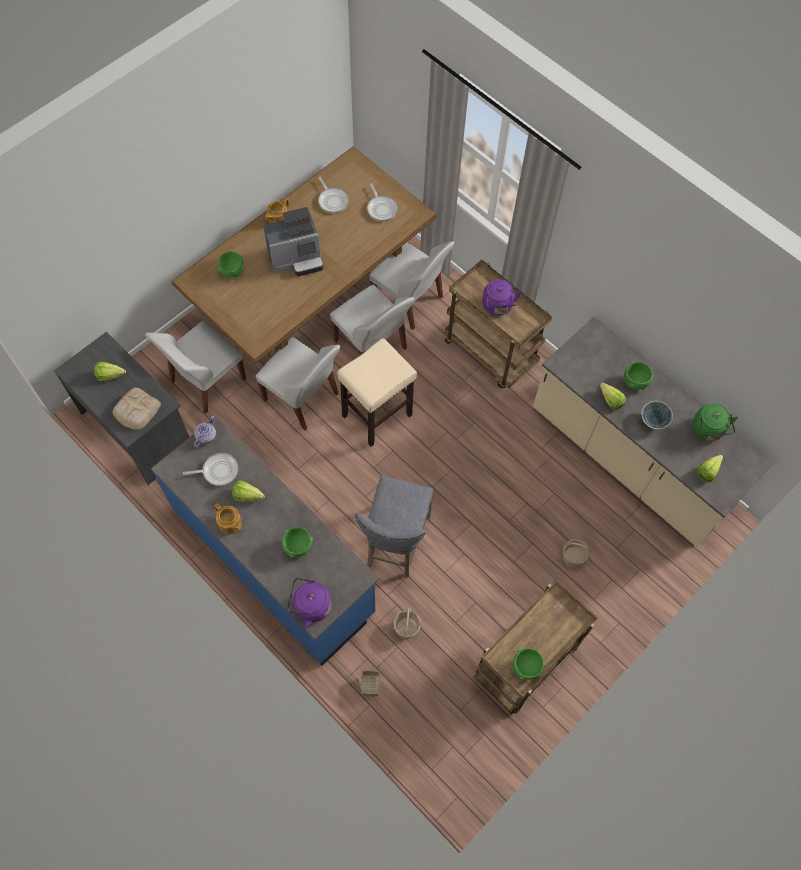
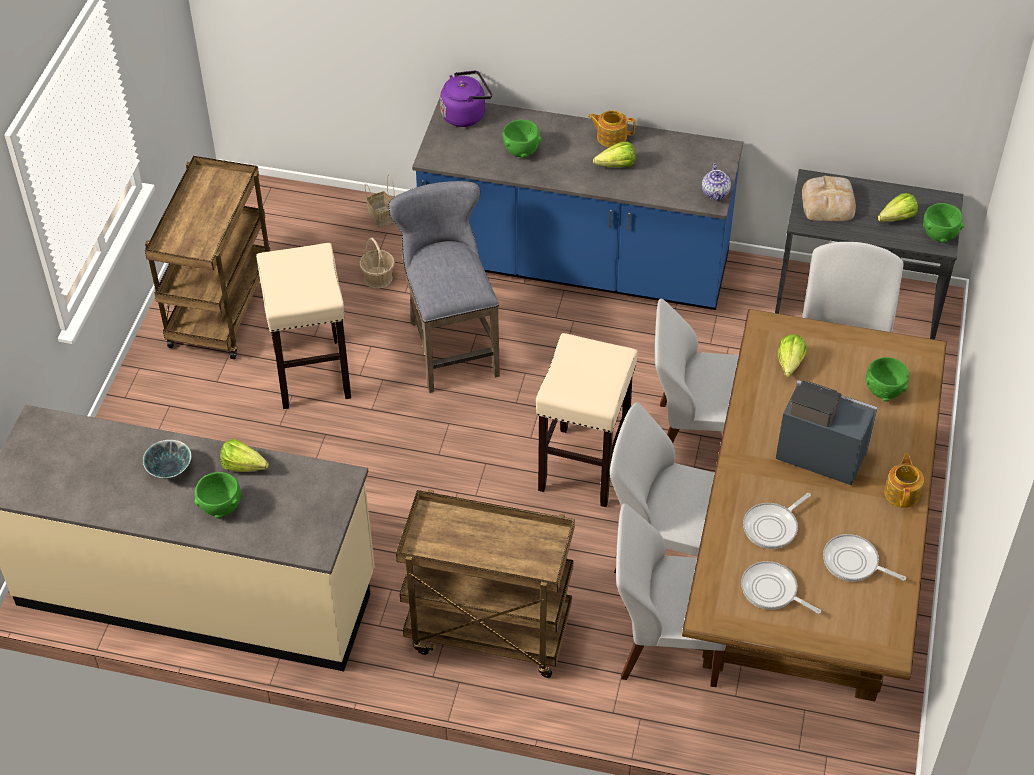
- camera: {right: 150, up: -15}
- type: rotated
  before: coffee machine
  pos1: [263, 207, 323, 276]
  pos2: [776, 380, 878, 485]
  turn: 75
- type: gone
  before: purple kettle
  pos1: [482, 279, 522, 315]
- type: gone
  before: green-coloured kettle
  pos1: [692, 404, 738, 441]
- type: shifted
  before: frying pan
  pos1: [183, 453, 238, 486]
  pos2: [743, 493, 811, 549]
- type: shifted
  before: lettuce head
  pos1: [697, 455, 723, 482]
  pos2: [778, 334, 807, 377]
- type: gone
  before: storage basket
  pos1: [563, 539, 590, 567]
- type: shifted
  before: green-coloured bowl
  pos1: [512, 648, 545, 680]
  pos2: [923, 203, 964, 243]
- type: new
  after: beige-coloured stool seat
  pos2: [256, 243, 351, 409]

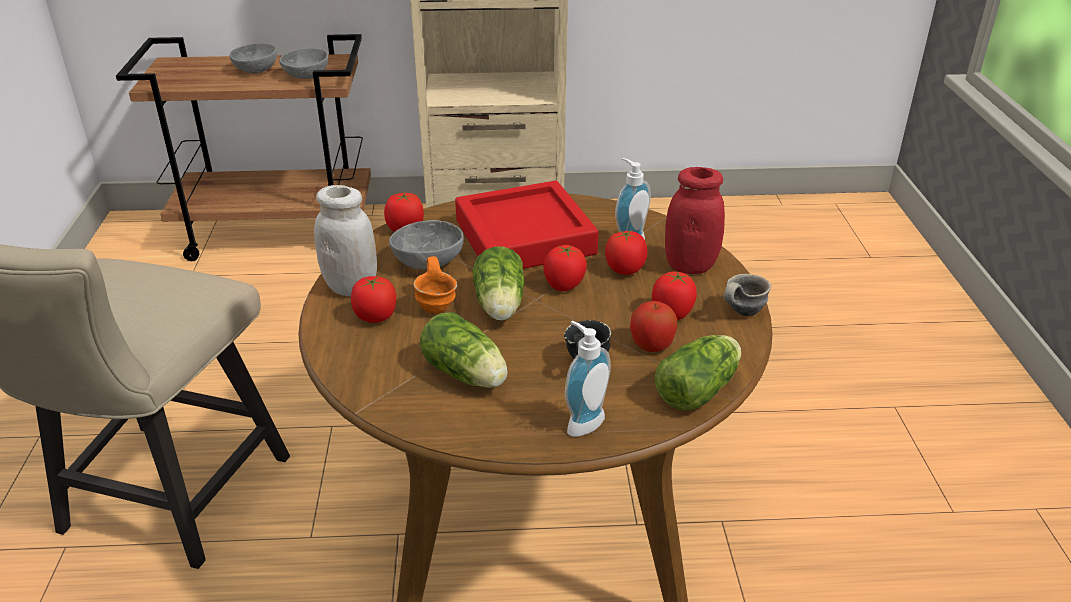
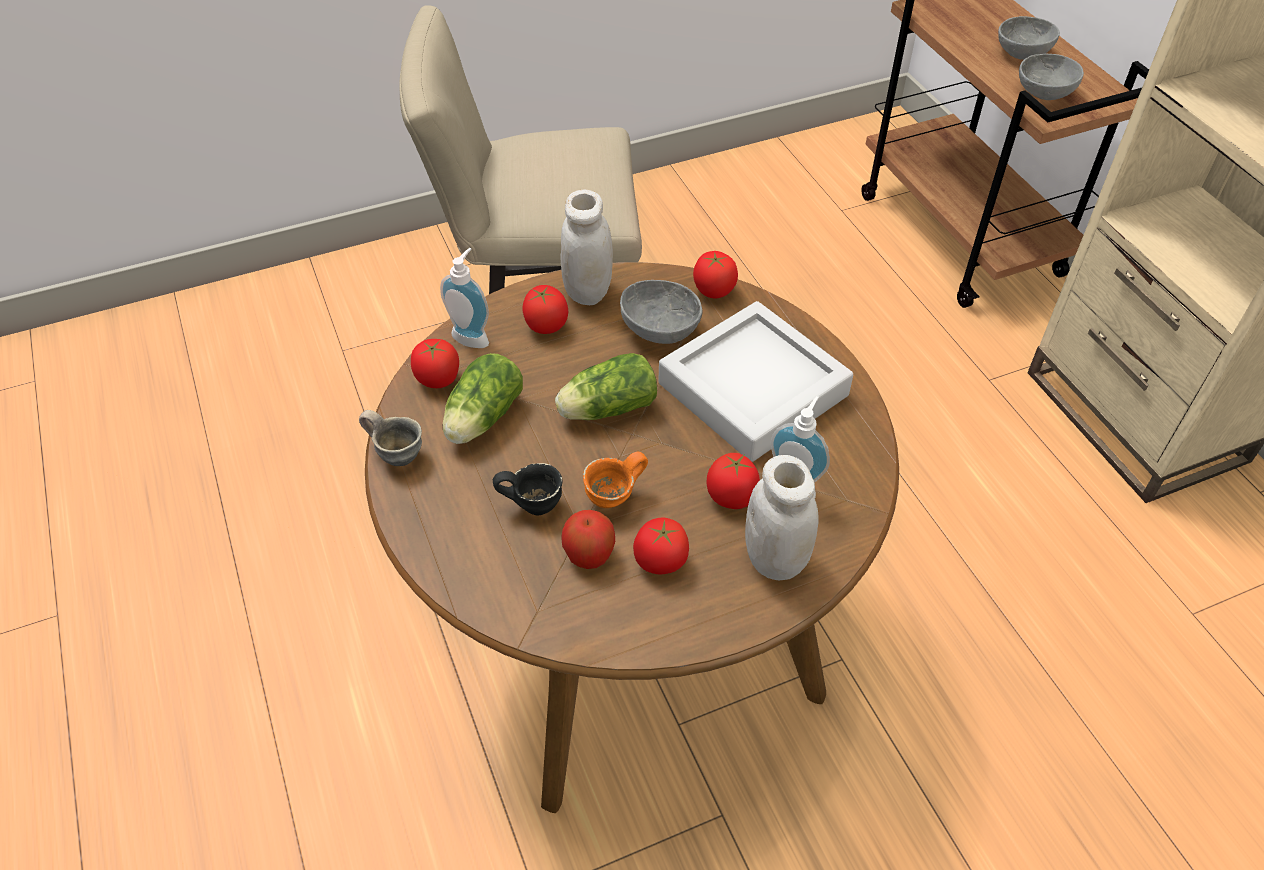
- camera: {right: 70, up: 15}
- type: repainted
  before: reddish preserve jar
  after: whitish preserve jar
  pos1: [665, 167, 725, 274]
  pos2: [745, 455, 819, 580]
- type: repainted
  before: reddish carrying tray
  after: grey carrying tray
  pos1: [455, 181, 599, 269]
  pos2: [658, 301, 853, 462]
- type: shifted
  before: whole tomato
  pos1: [543, 245, 587, 291]
  pos2: [411, 339, 459, 388]
- type: shifted
  before: orange-coloured tea mug
  pos1: [413, 256, 457, 314]
  pos2: [583, 452, 648, 508]
- type: shifted
  before: grey tea mug
  pos1: [724, 274, 771, 316]
  pos2: [359, 410, 422, 466]
- type: shifted
  before: soap dispenser
  pos1: [565, 321, 611, 437]
  pos2: [440, 248, 489, 348]
- type: gone
  before: lettuce head
  pos1: [655, 335, 741, 410]

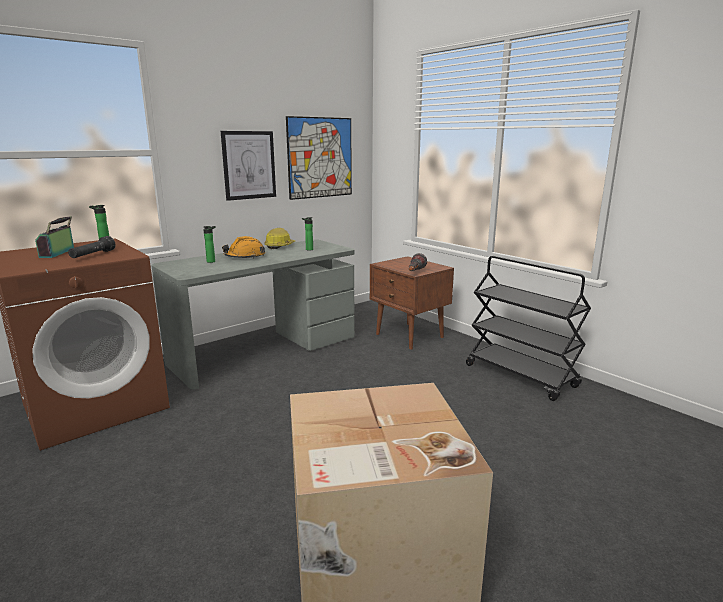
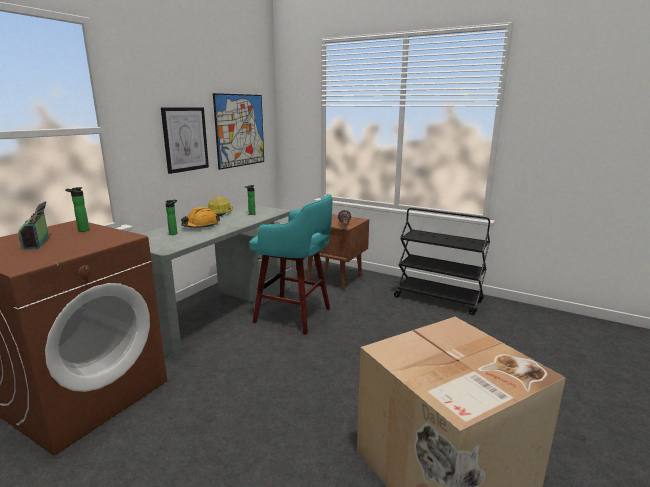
- camera: {right: -20, up: 0}
- type: gone
  before: blackish torch
  pos1: [68, 236, 116, 258]
- type: new
  after: turquoise stool seat
  pos2: [249, 194, 332, 335]

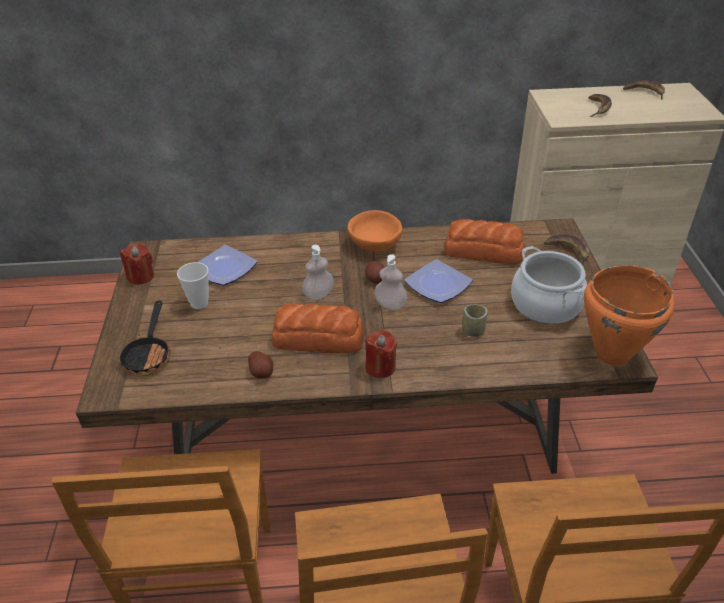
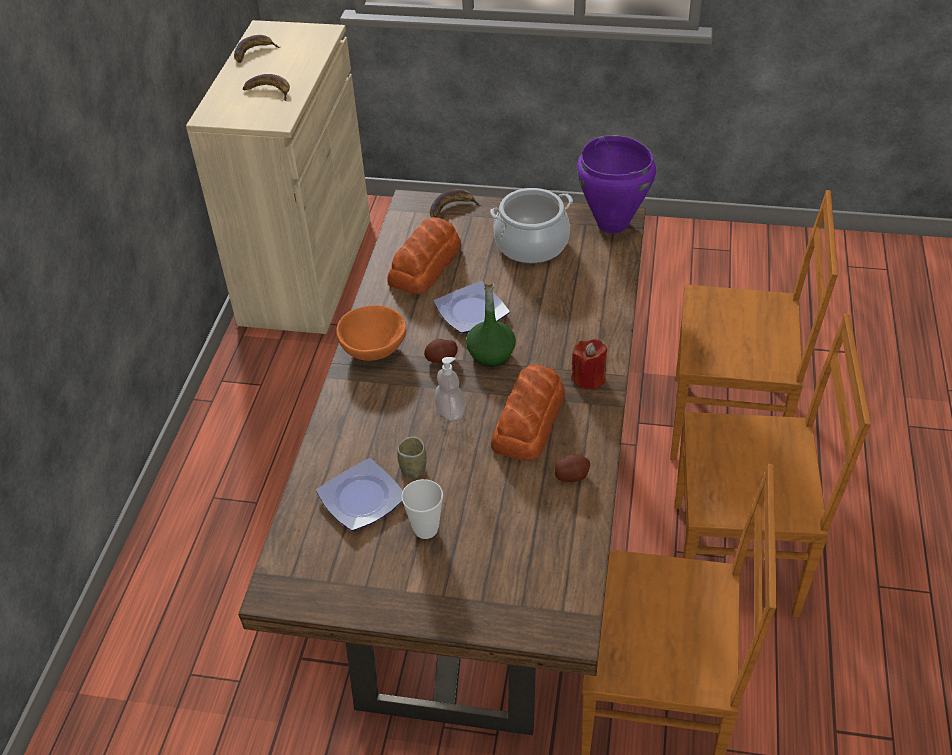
- camera: {right: -75, up: 5}
- type: gone
  before: reddish wax light
  pos1: [120, 243, 154, 284]
- type: swapped
  before: soap dispenser
  after: green-coloured bottle
  pos1: [374, 254, 408, 310]
  pos2: [466, 280, 516, 367]
- type: repainted
  before: orange-coloured saucepot
  after: purple saucepot
  pos1: [584, 265, 674, 366]
  pos2: [577, 135, 656, 233]
- type: gone
  before: frying pan
  pos1: [118, 301, 171, 376]
- type: shifted
  before: cup
  pos1: [463, 305, 488, 337]
  pos2: [397, 437, 427, 479]

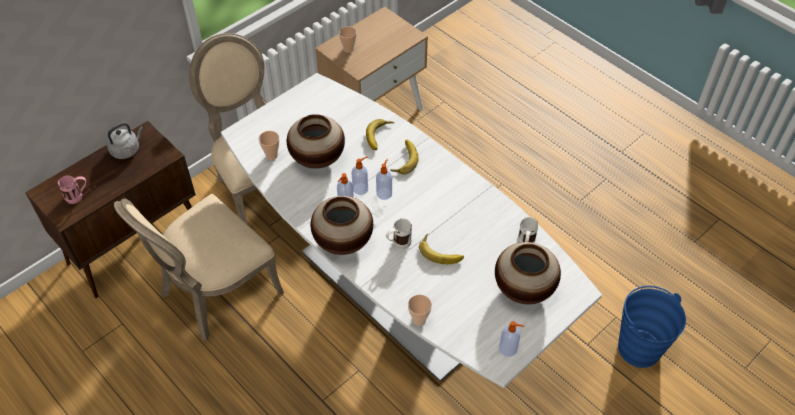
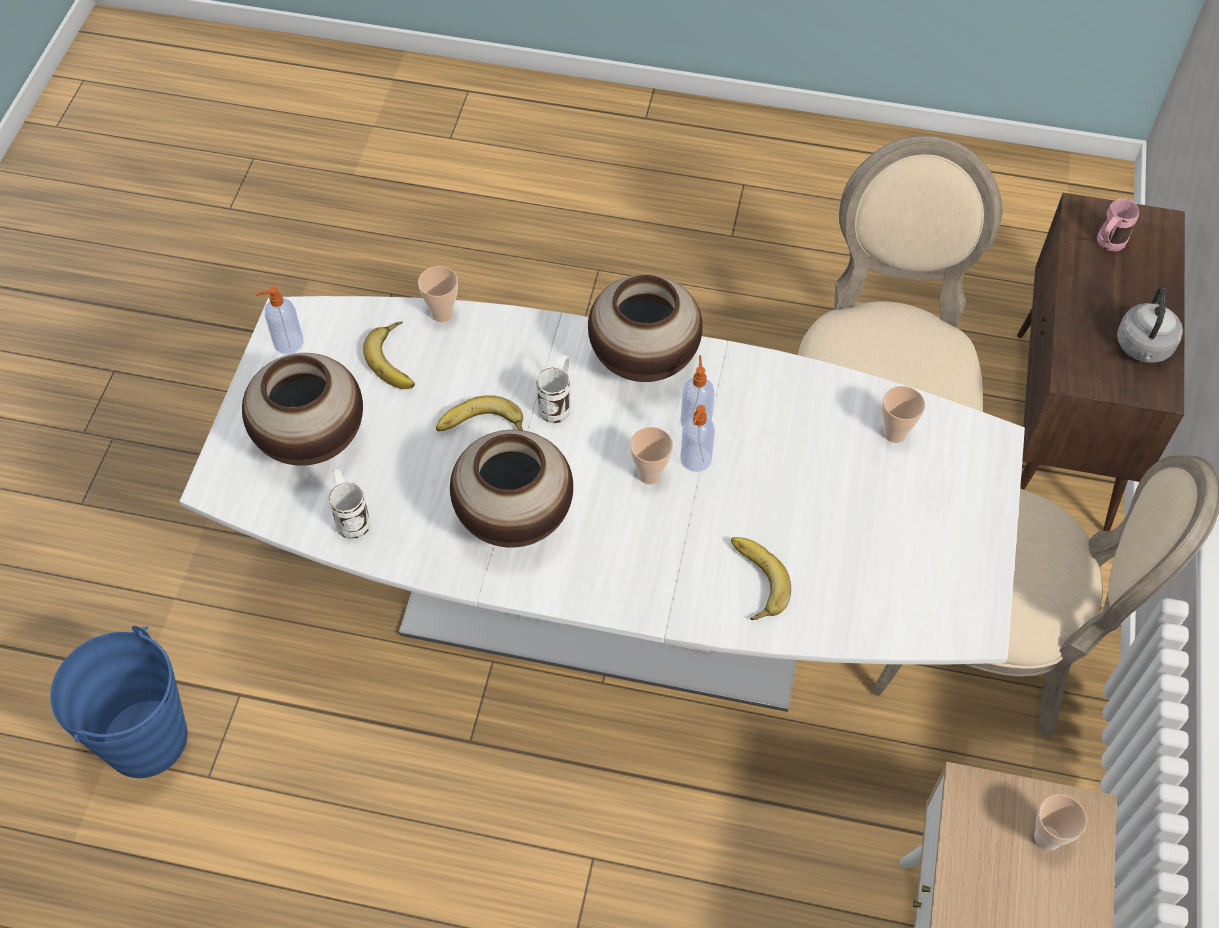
- camera: {right: 145, up: 5}
- type: shifted
  before: flower vase
  pos1: [287, 114, 345, 169]
  pos2: [450, 430, 573, 548]
- type: shifted
  before: whole banana
  pos1: [390, 139, 419, 175]
  pos2: [363, 321, 415, 389]
- type: swapped
  before: soap dispenser
  after: cup
  pos1: [376, 159, 392, 200]
  pos2: [630, 427, 673, 485]

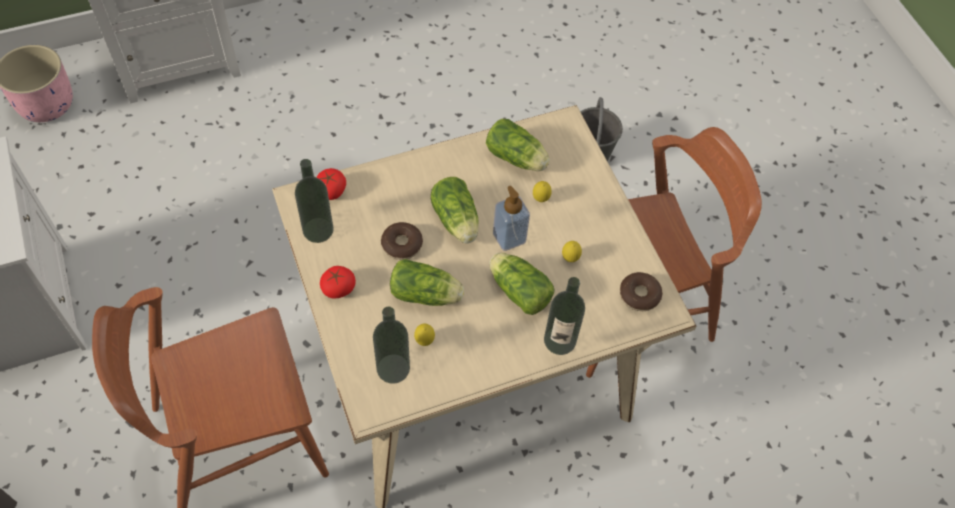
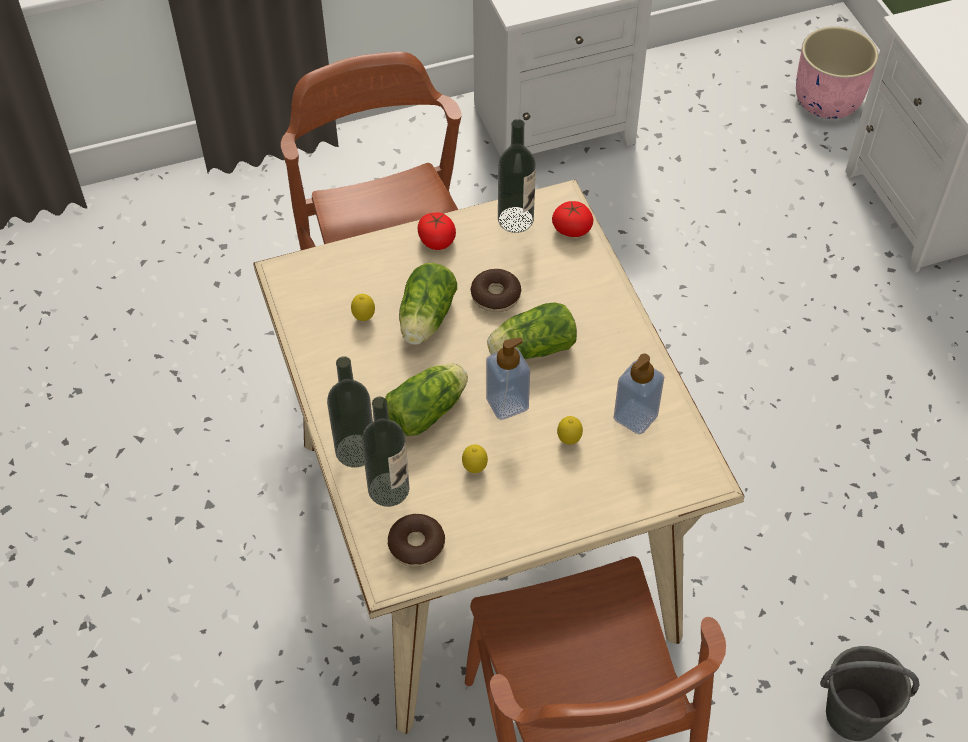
- camera: {right: 95, up: -5}
- type: swapped
  before: lettuce head
  after: soap dispenser
  pos1: [486, 119, 550, 171]
  pos2: [614, 354, 665, 434]
- type: shifted
  before: bottle
  pos1: [373, 307, 410, 384]
  pos2: [362, 397, 410, 507]

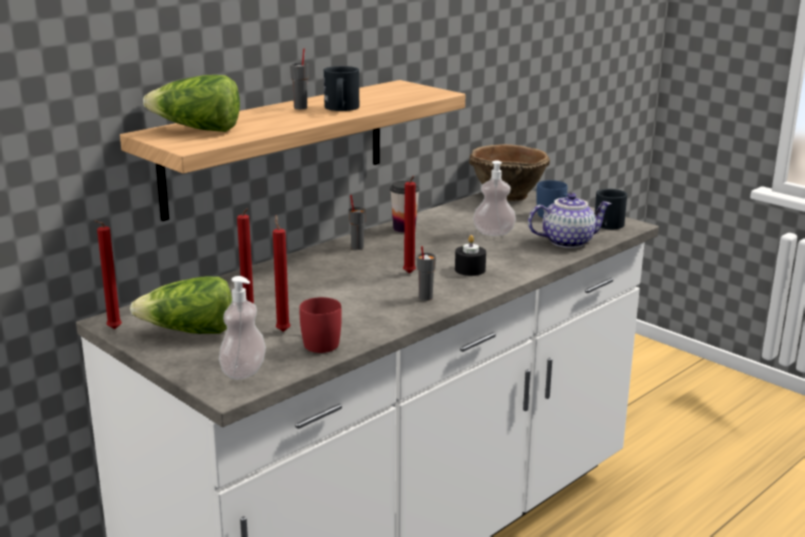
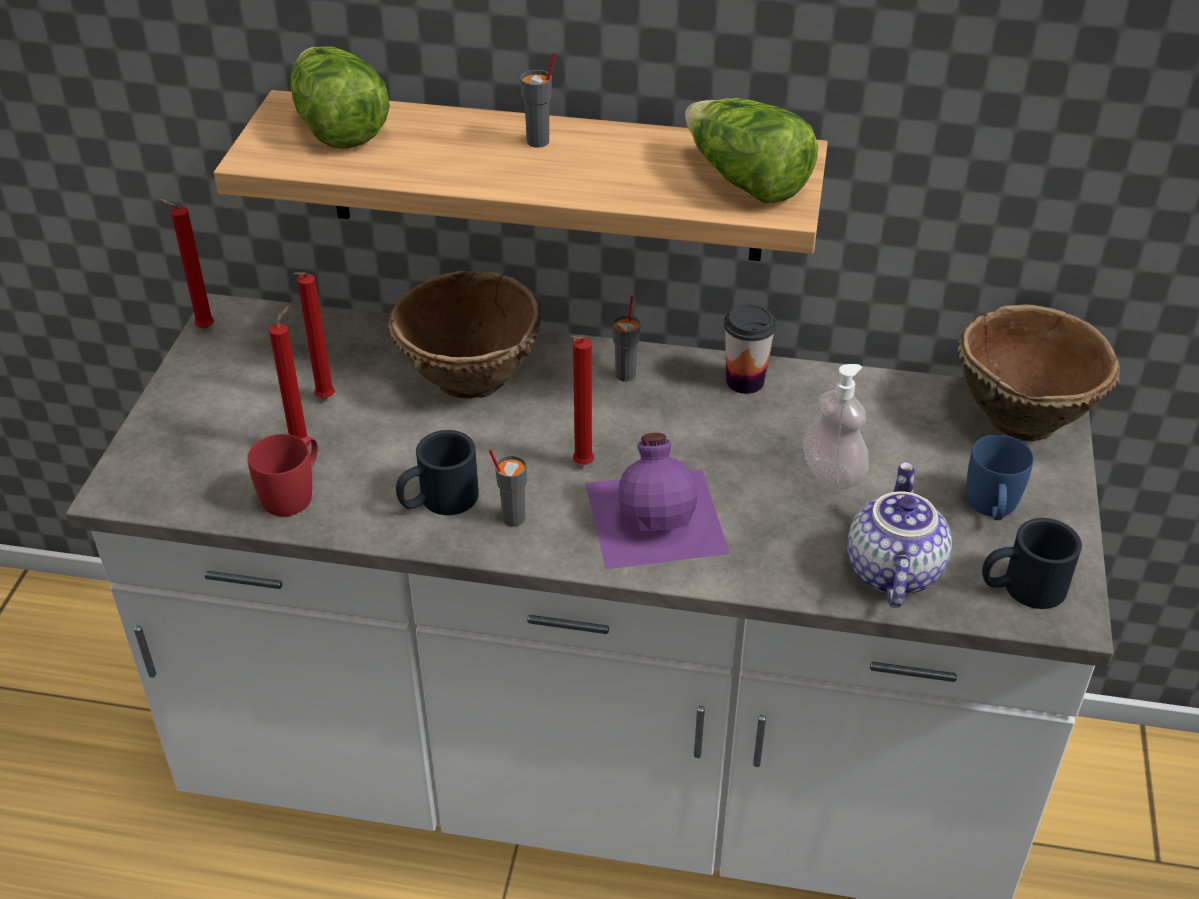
- camera: {right: 55, up: 20}
- type: shifted
  before: blackish tea mug
  pos1: [324, 66, 359, 111]
  pos2: [396, 430, 479, 515]
- type: rotated
  before: teapot
  pos1: [528, 193, 612, 248]
  pos2: [847, 462, 952, 608]
  turn: -120
- type: swapped
  before: blackish wax light
  after: purple bottle
  pos1: [455, 235, 486, 276]
  pos2: [585, 433, 730, 569]
- type: shifted
  before: lettuce head
  pos1: [130, 276, 232, 334]
  pos2: [685, 98, 818, 203]
- type: gone
  before: soap dispenser
  pos1: [219, 276, 266, 380]
- type: new
  after: brown-coloured bowl
  pos2: [388, 271, 543, 398]

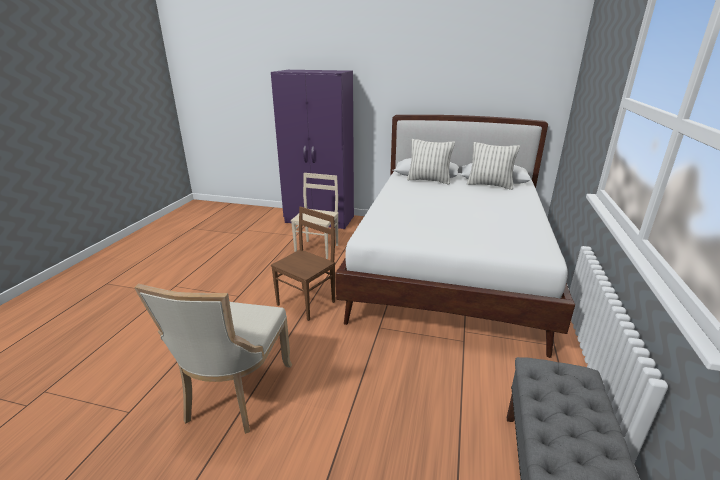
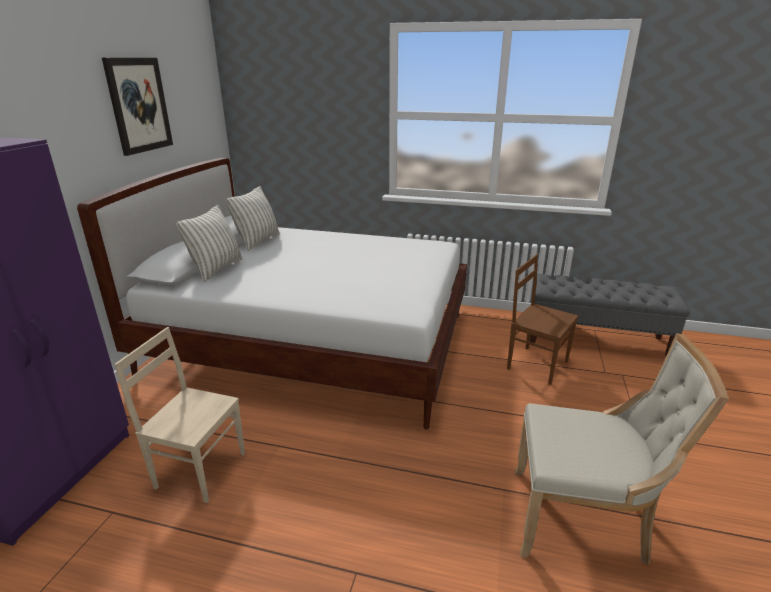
- camera: {right: -90, up: 0}
- type: shifted
  before: brown-coloured upright chair
  pos1: [271, 206, 335, 321]
  pos2: [507, 254, 578, 385]
- type: new
  after: wall picture
  pos2: [102, 58, 173, 156]

